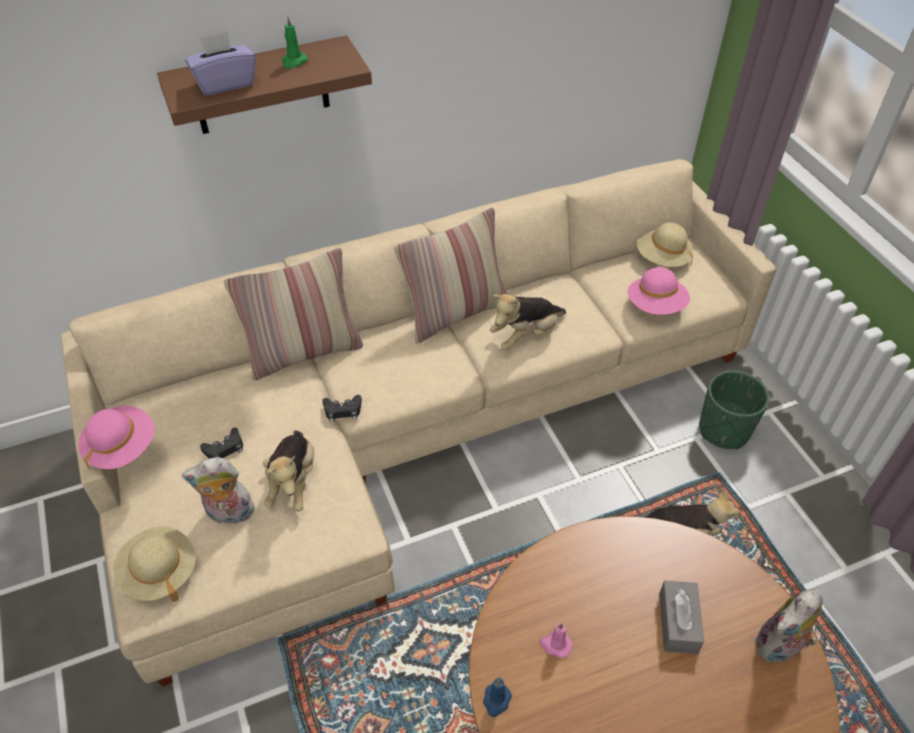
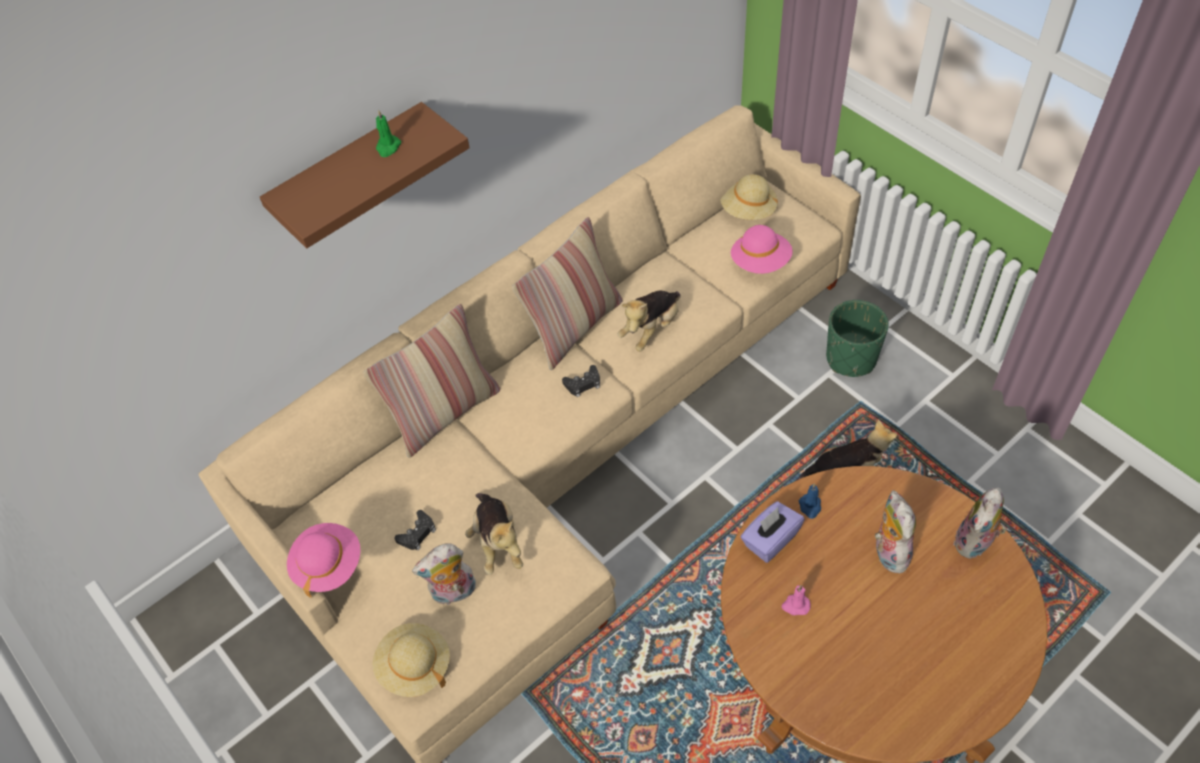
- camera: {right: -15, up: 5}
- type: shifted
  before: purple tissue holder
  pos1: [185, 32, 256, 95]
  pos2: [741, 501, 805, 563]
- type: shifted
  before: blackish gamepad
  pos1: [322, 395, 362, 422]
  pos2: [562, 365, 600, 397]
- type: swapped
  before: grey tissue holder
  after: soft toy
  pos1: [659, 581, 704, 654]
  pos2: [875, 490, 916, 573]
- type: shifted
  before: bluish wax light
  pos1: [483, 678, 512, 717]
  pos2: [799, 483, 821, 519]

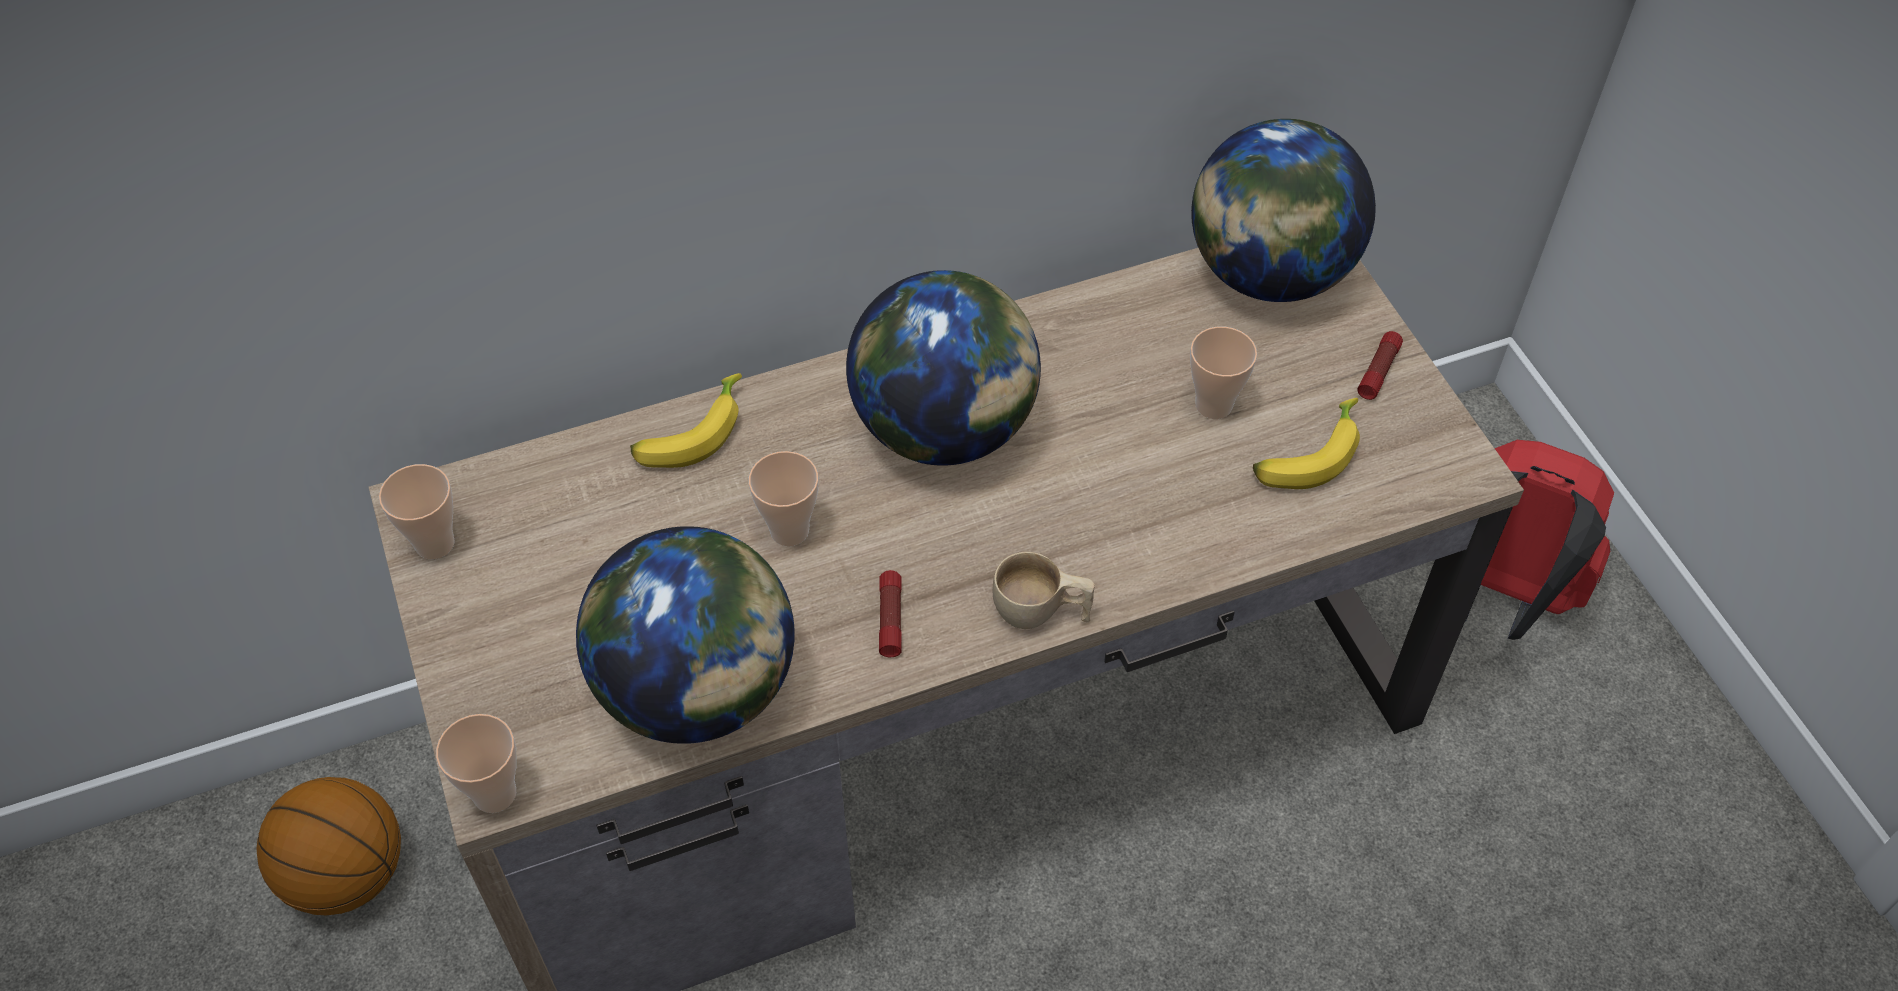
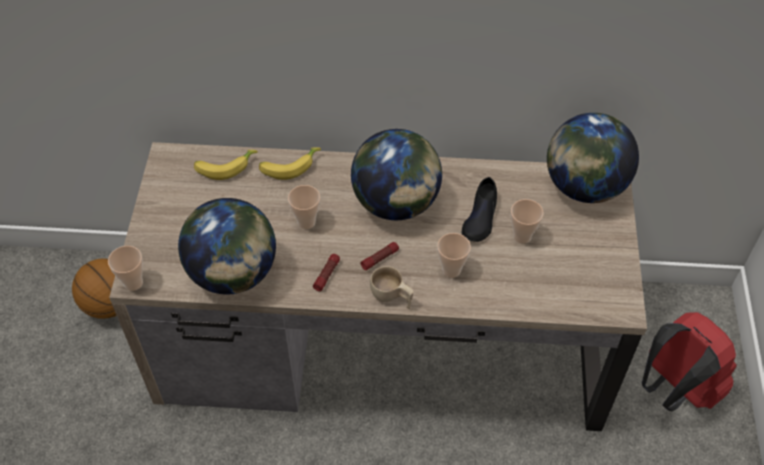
- camera: {right: 25, up: 0}
- type: shifted
  before: torch
  pos1: [1357, 331, 1403, 400]
  pos2: [360, 242, 399, 271]
- type: shifted
  before: whole banana
  pos1: [1253, 398, 1360, 489]
  pos2: [194, 150, 258, 180]
- type: shifted
  before: cup
  pos1: [379, 464, 455, 559]
  pos2: [437, 233, 471, 278]
- type: new
  after: blackish shoe
  pos2: [462, 177, 497, 242]

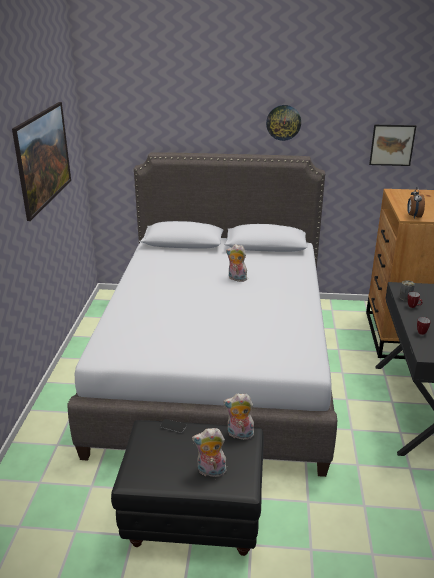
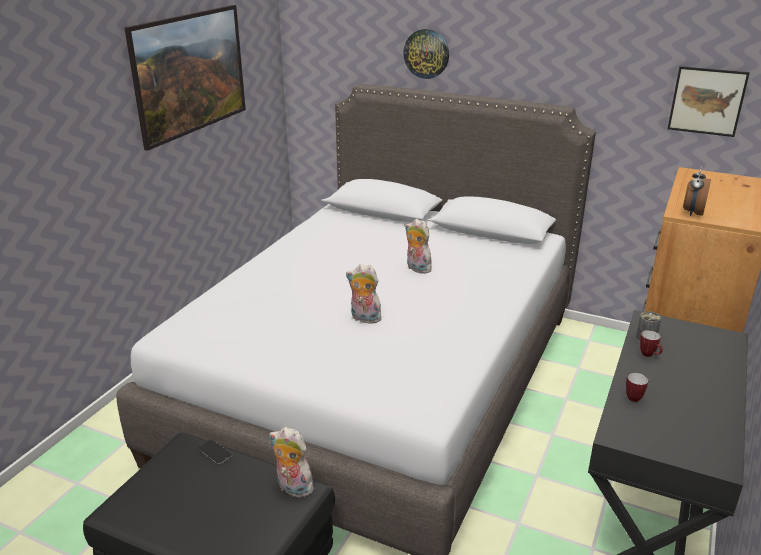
- camera: {right: 20, up: 0}
- type: shifted
  before: clock on the wall
  pos1: [266, 105, 301, 141]
  pos2: [403, 29, 449, 79]
- type: shifted
  before: soft toy
  pos1: [192, 428, 226, 477]
  pos2: [346, 264, 382, 324]

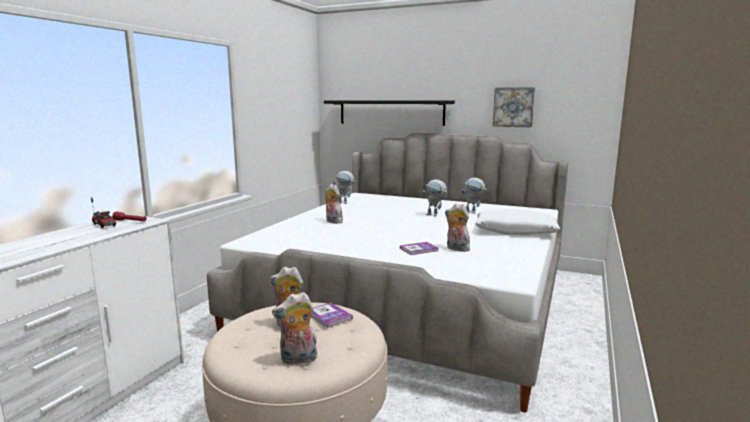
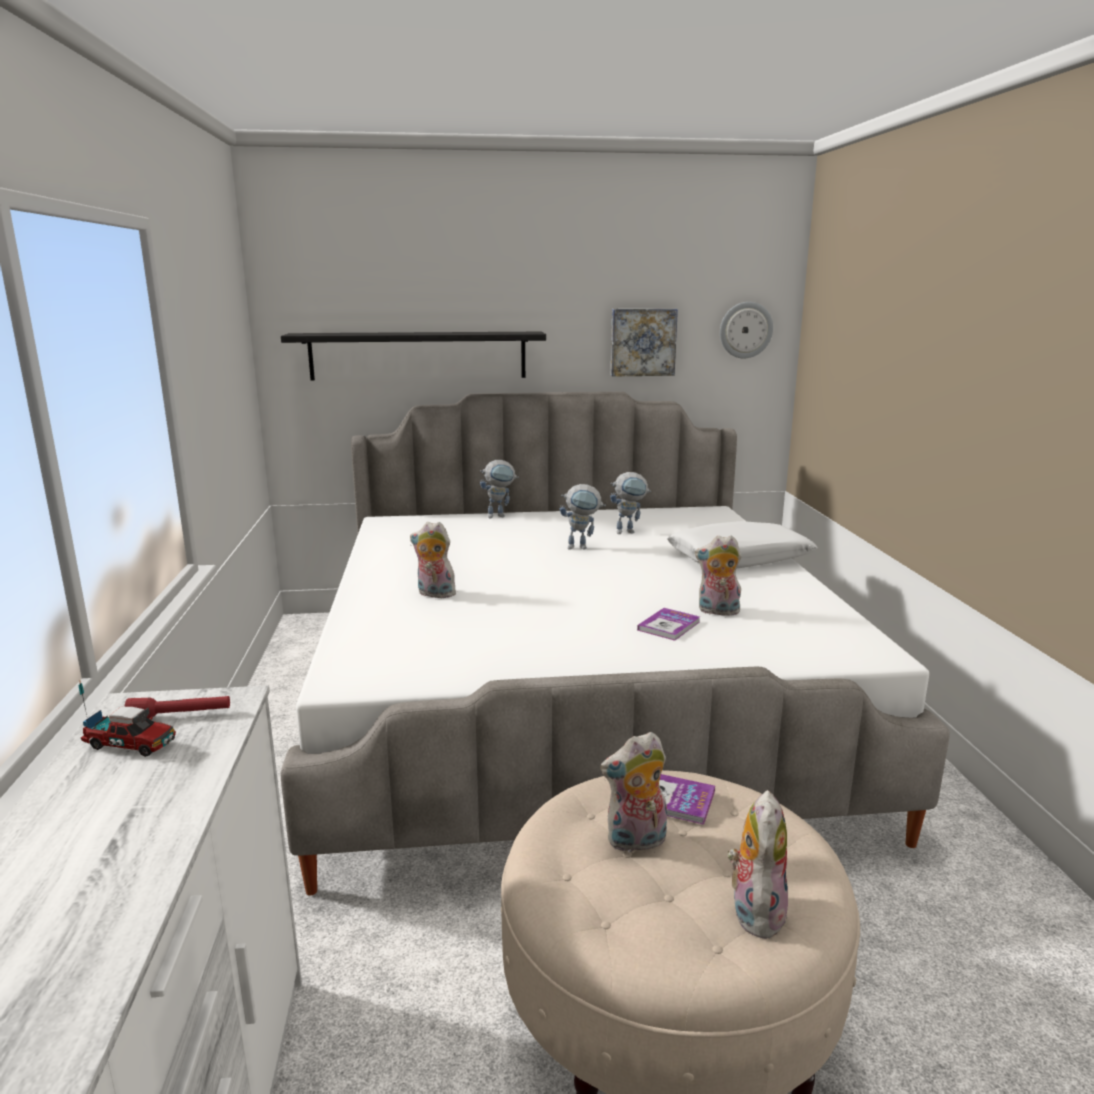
- camera: {right: -30, up: 5}
- type: shifted
  before: model robot
  pos1: [333, 171, 356, 204]
  pos2: [480, 460, 519, 518]
- type: rotated
  before: soft toy
  pos1: [272, 292, 317, 365]
  pos2: [728, 790, 788, 939]
  turn: 150
- type: new
  after: clock on the wall
  pos2: [720, 302, 773, 358]

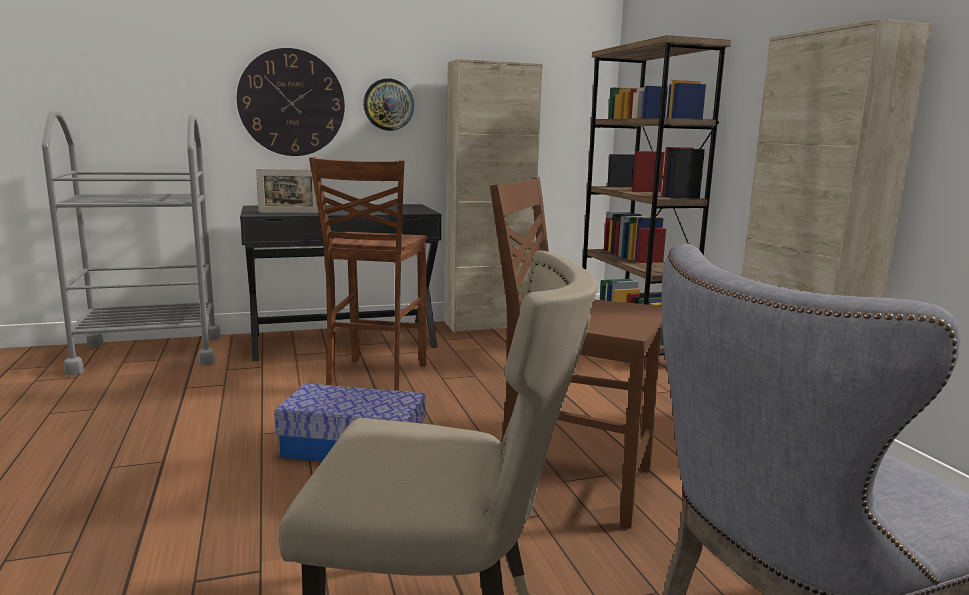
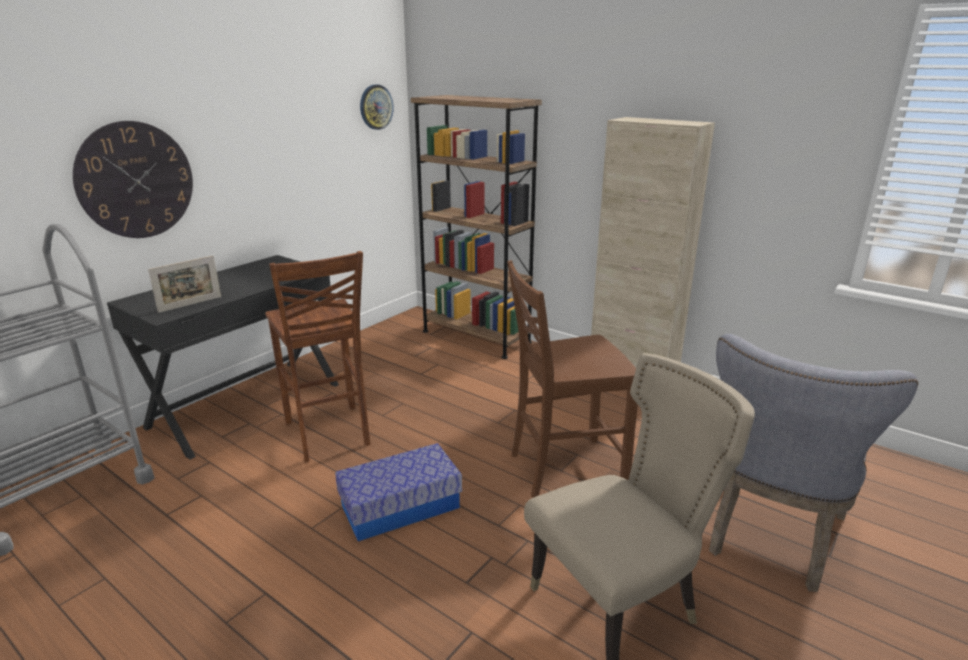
- camera: {right: -35, up: 10}
- type: gone
  before: beige-coloured cupboard
  pos1: [445, 59, 543, 333]
- type: shifted
  before: clock on the wall
  pos1: [363, 78, 414, 131]
  pos2: [360, 85, 394, 130]

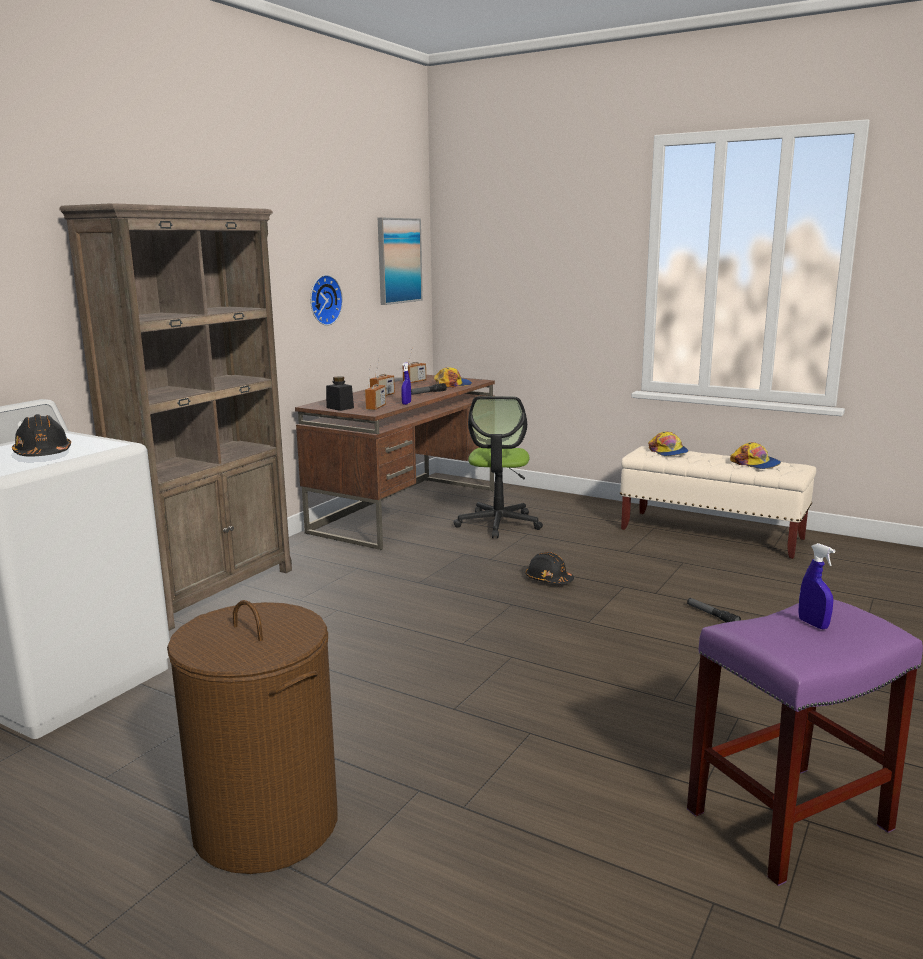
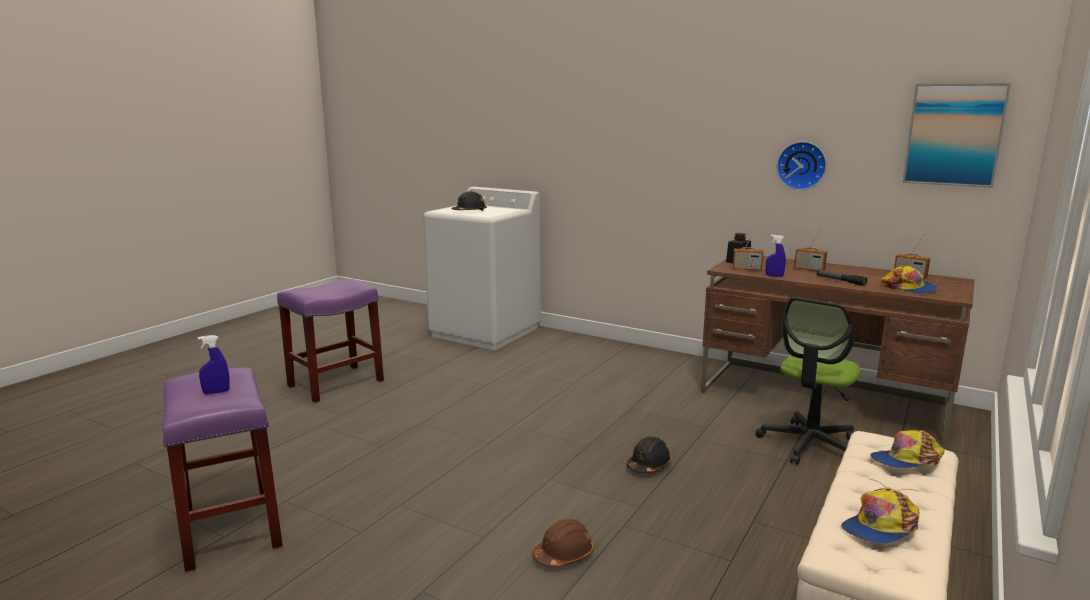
- camera: {right: 90, up: 0}
- type: gone
  before: brown-coloured bookshelf
  pos1: [59, 203, 292, 631]
- type: rotated
  before: office chair
  pos1: [453, 396, 543, 538]
  pos2: [756, 297, 861, 465]
  turn: -60
- type: swapped
  before: torch
  after: brown-coloured hard hat
  pos1: [687, 598, 741, 622]
  pos2: [532, 518, 594, 567]
- type: swapped
  before: brown-coloured laundry basket
  after: purple stool seat
  pos1: [167, 600, 338, 874]
  pos2: [277, 279, 384, 403]

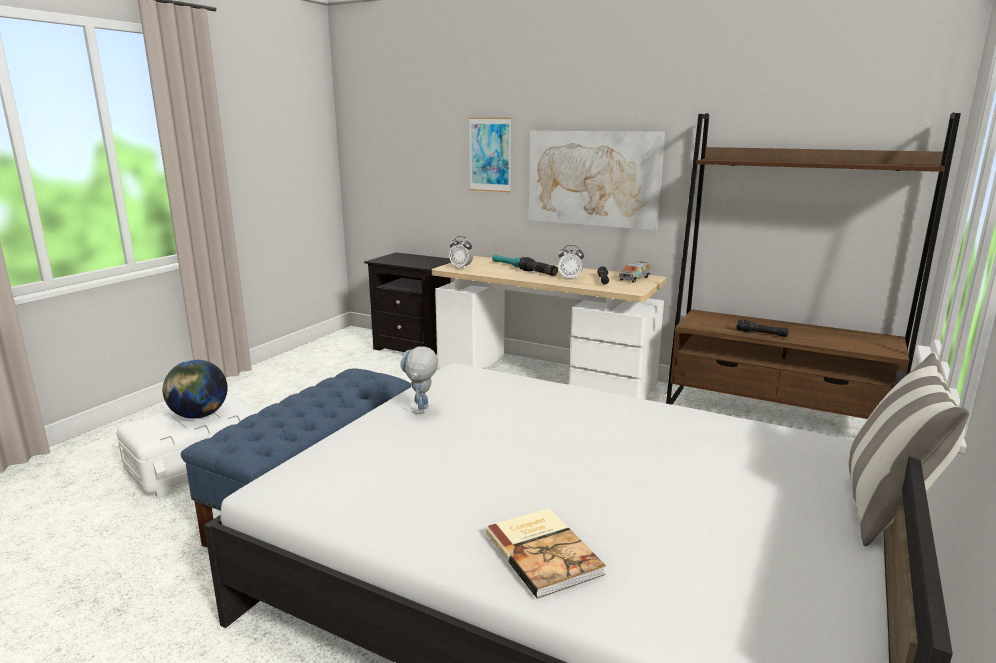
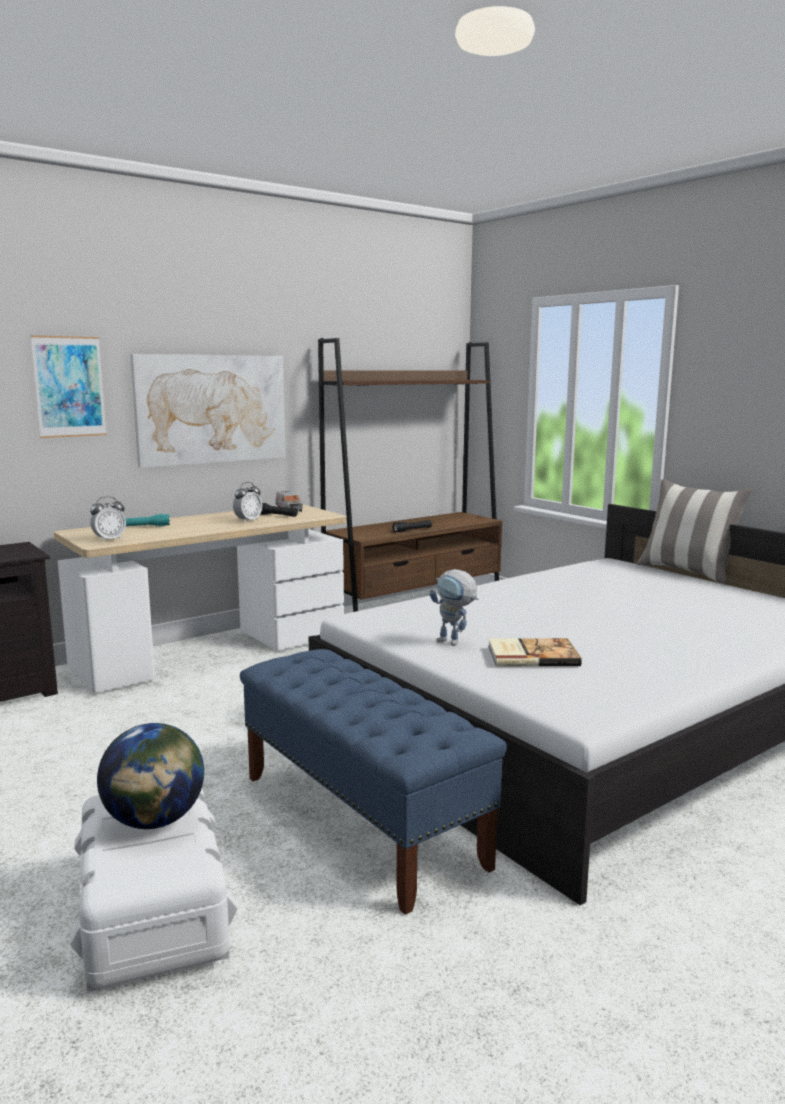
- camera: {right: -65, up: -5}
- type: gone
  before: torch
  pos1: [519, 257, 558, 276]
- type: shifted
  before: volume
  pos1: [486, 508, 606, 599]
  pos2: [488, 638, 582, 666]

